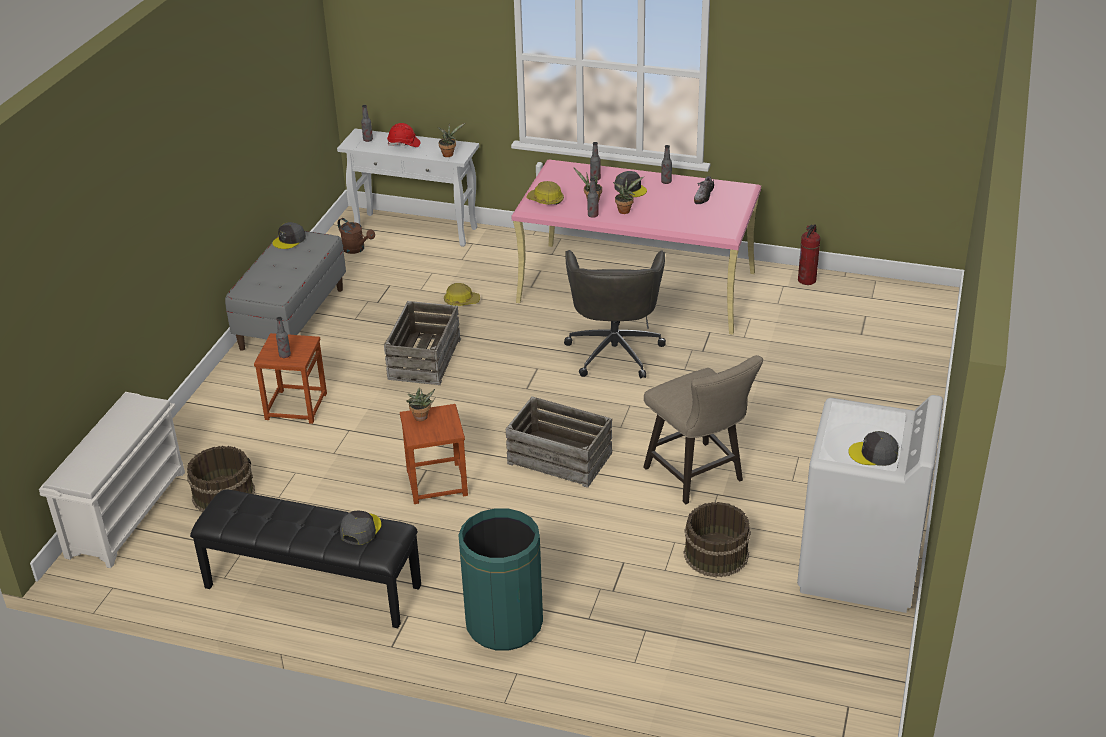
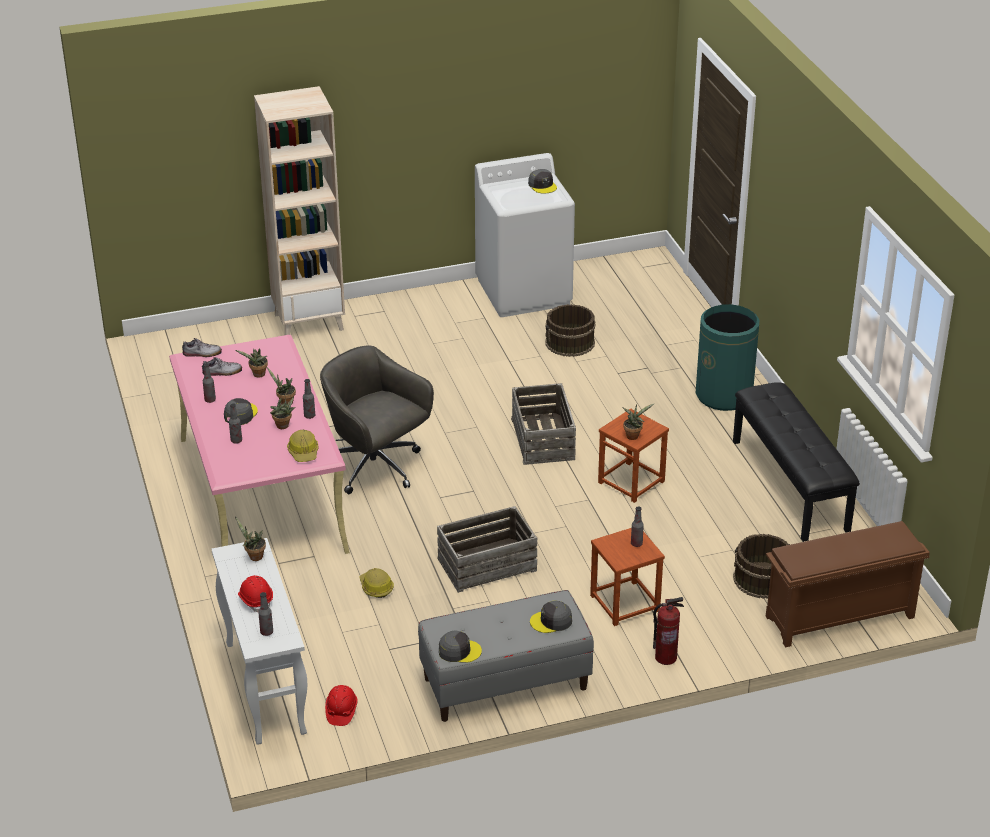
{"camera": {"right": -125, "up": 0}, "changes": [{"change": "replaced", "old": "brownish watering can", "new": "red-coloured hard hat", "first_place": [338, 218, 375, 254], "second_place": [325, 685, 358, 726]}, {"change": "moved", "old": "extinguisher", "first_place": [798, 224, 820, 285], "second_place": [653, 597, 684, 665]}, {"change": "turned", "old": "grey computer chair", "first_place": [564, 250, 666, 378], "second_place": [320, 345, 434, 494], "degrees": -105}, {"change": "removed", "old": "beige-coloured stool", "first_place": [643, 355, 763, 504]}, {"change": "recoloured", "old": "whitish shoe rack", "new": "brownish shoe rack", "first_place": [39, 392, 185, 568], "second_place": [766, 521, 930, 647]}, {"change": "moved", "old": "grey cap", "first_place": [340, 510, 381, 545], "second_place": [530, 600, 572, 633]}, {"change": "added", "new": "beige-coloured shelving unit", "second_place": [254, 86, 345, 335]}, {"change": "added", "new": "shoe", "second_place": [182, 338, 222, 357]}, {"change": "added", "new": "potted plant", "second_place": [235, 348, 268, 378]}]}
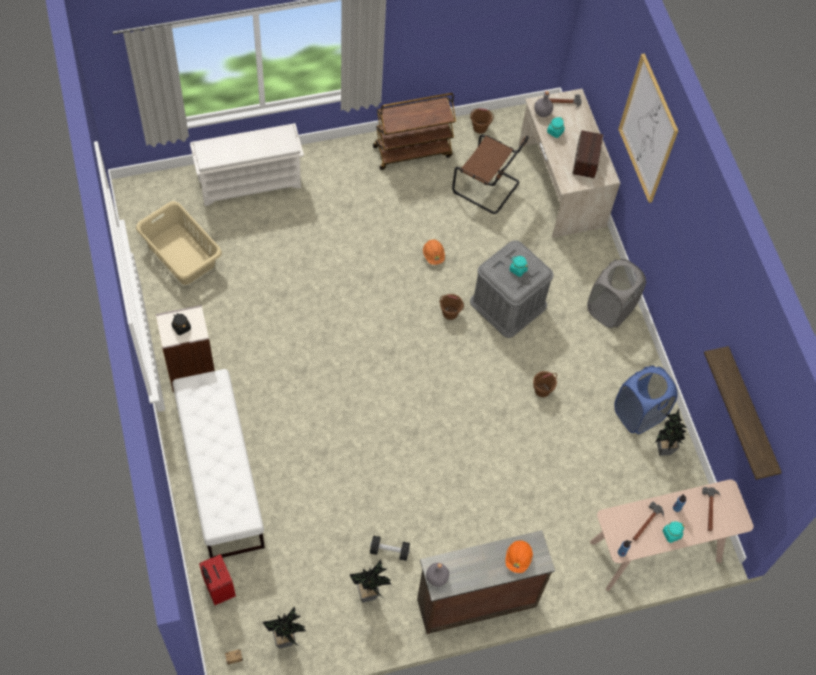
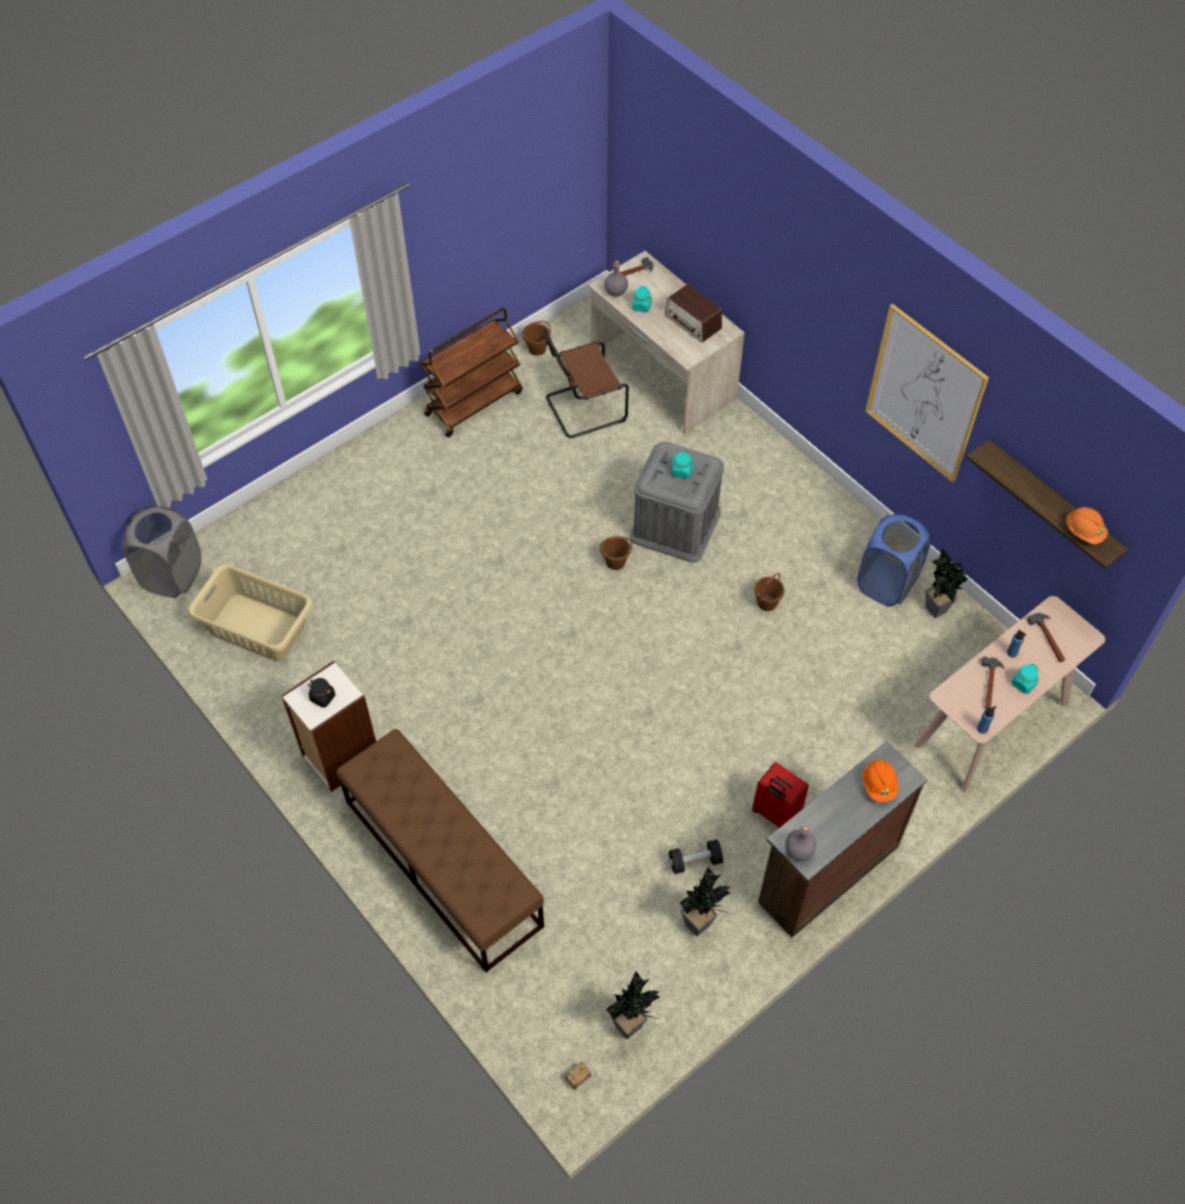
{"camera": {"right": -20, "up": -5}, "changes": [{"change": "moved", "old": "wall picture", "first_place": [618, 53, 678, 203], "second_place": [865, 304, 989, 482]}, {"change": "removed", "old": "whitish shoe rack", "first_place": [190, 123, 304, 206]}, {"change": "turned", "old": "radio", "first_place": [573, 130, 603, 178], "second_place": [665, 284, 722, 343], "degrees": 150}, {"change": "turned", "old": "brownish chair", "first_place": [452, 135, 529, 214], "second_place": [543, 329, 629, 438], "degrees": 150}, {"change": "moved", "old": "orange-coloured hard hat", "first_place": [423, 240, 445, 265], "second_place": [1066, 507, 1108, 544]}, {"change": "moved", "old": "grey laundry basket", "first_place": [587, 259, 646, 328], "second_place": [123, 505, 201, 598]}, {"change": "recoloured", "old": "whitish bench", "new": "brownish bench", "first_place": [172, 369, 265, 558], "second_place": [336, 729, 544, 972]}, {"change": "moved", "old": "red-coloured suitcase", "first_place": [199, 554, 236, 605], "second_place": [752, 762, 809, 829]}]}
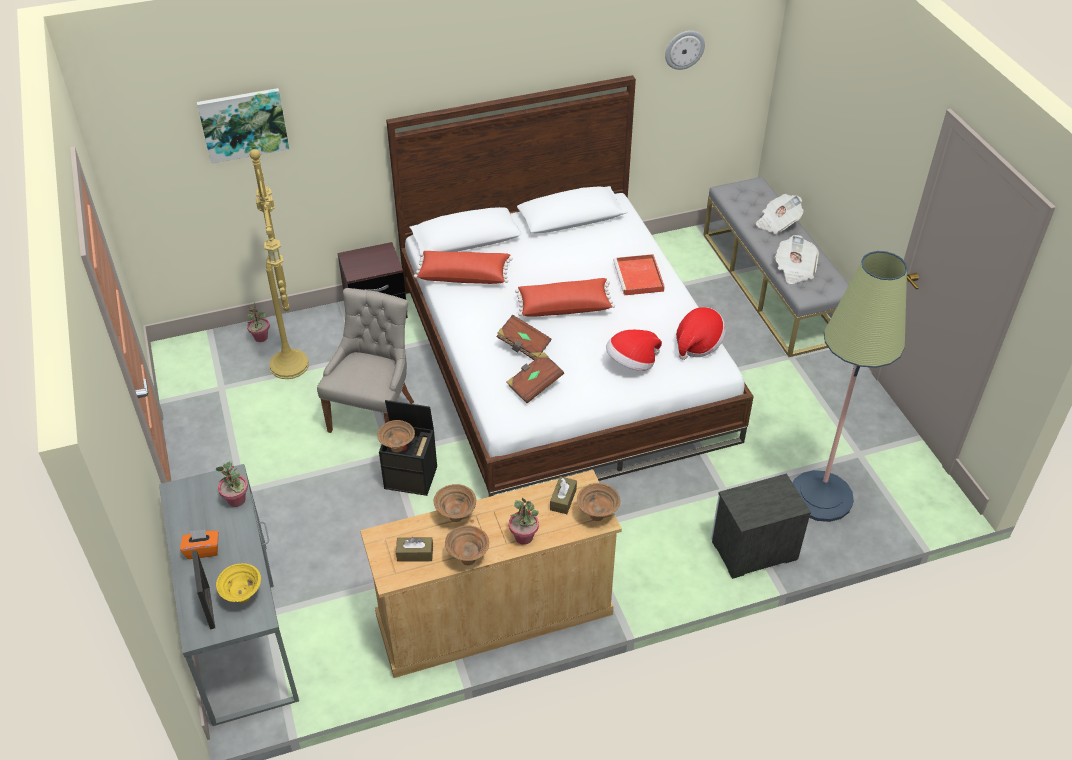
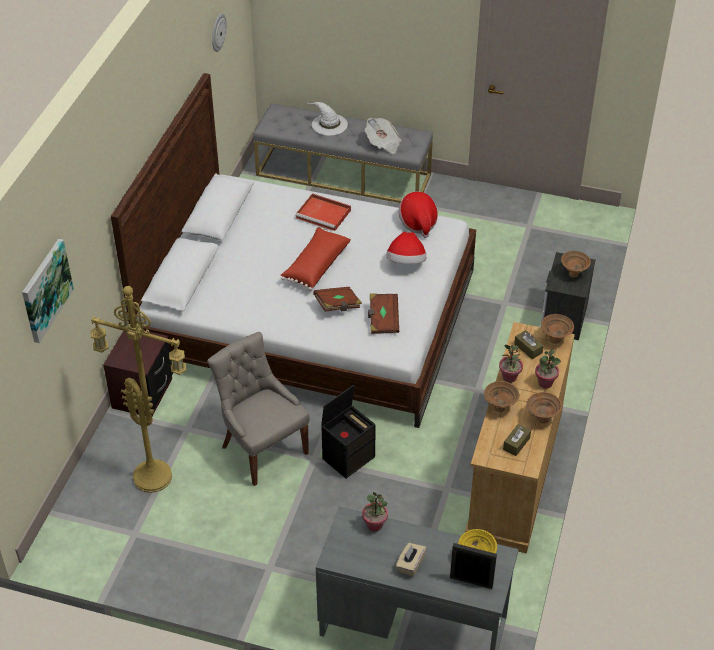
{"camera": {"right": -55, "up": 0}, "changes": [{"change": "replaced", "old": "printed paper", "new": "whitish hat", "first_place": [756, 194, 803, 234], "second_place": [308, 102, 348, 135]}, {"change": "removed", "old": "red-coloured throw pillow", "first_place": [414, 251, 513, 284]}, {"change": "removed", "old": "standard lamp", "first_place": [793, 251, 907, 522]}, {"change": "moved", "old": "potted plant", "first_place": [247, 302, 270, 342], "second_place": [499, 345, 523, 383]}, {"change": "moved", "old": "brownish bowl", "first_place": [377, 420, 415, 453], "second_place": [561, 251, 591, 278]}, {"change": "recoloured", "old": "orange-coloured tissue holder", "new": "beige-coloured tissue holder", "first_place": [180, 530, 219, 559], "second_place": [396, 543, 426, 577]}]}
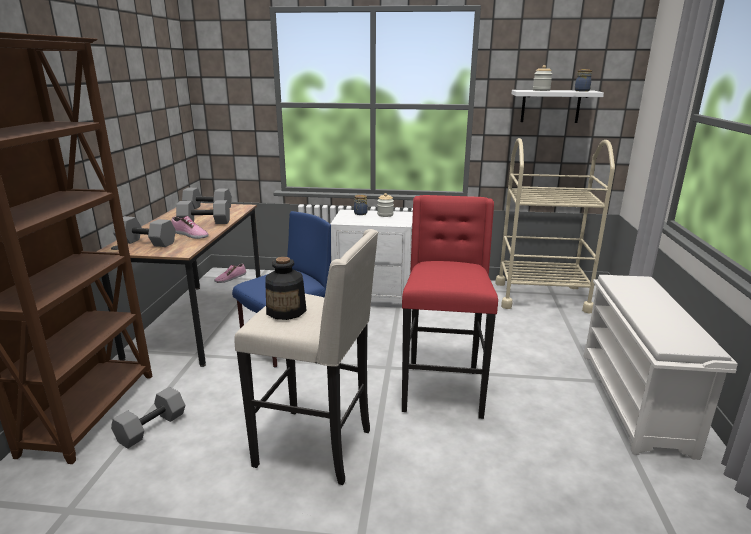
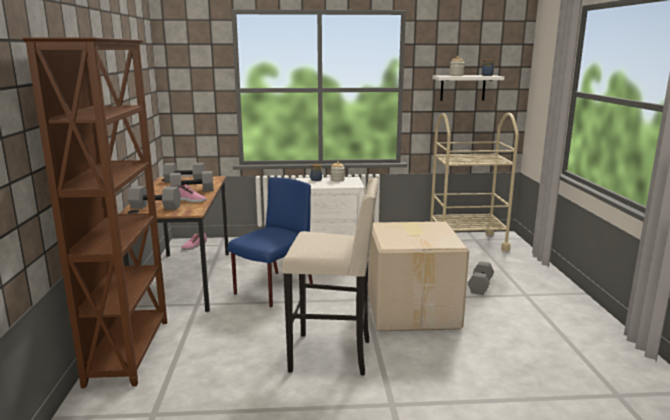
{"camera": {"right": -10, "up": -5}, "changes": [{"change": "replaced", "old": "red-coloured stool", "new": "cardboard box", "first_place": [402, 195, 498, 419], "second_place": [368, 222, 469, 331]}, {"change": "removed", "old": "beverage bottle", "first_place": [265, 257, 307, 320]}, {"change": "removed", "old": "whitish shoe rack", "first_place": [584, 275, 738, 460]}, {"change": "moved", "old": "grey free weight", "first_place": [111, 387, 185, 449], "second_place": [468, 261, 494, 295]}]}
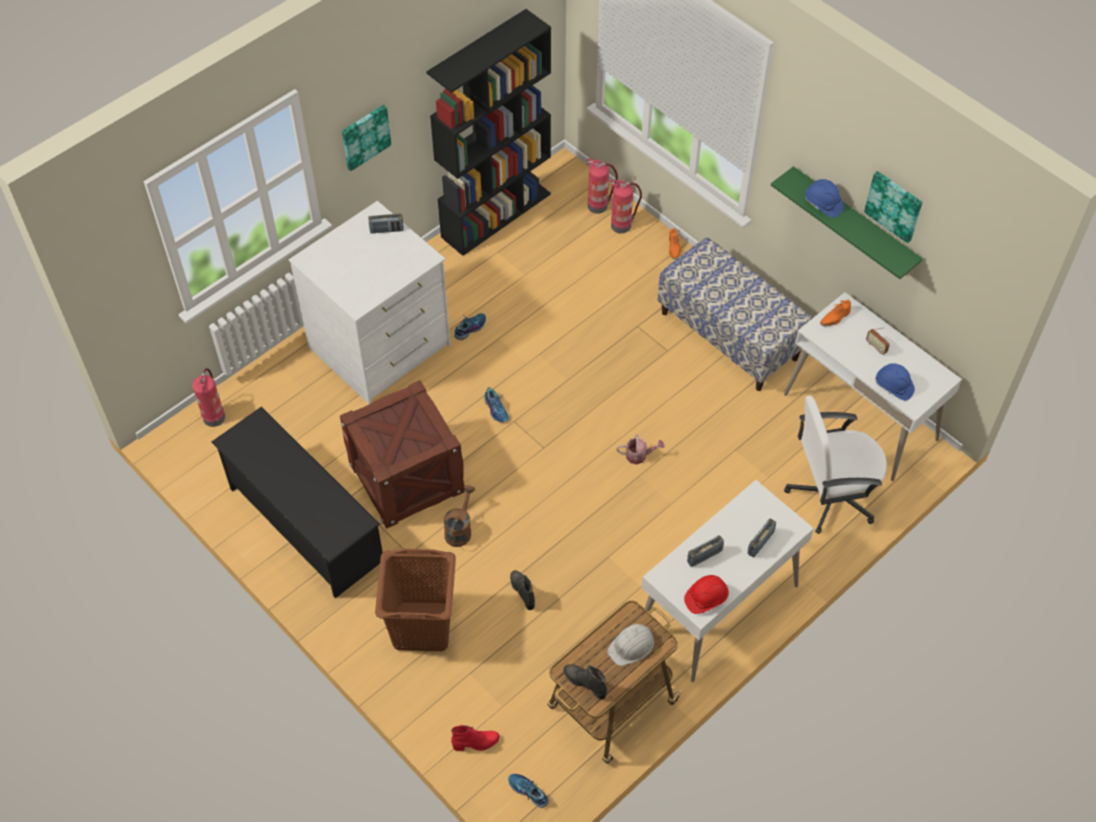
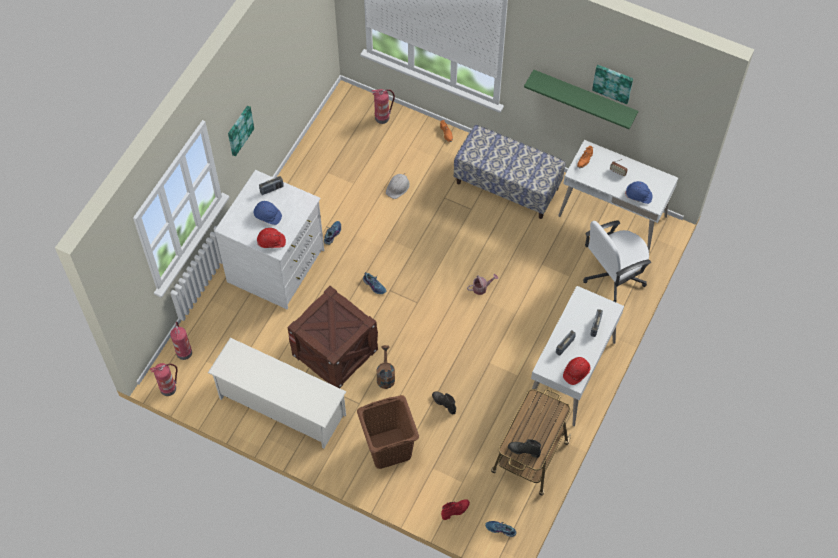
{"camera": {"right": -20, "up": 5}, "changes": [{"change": "removed", "old": "black-coloured shelving unit", "first_place": [426, 9, 551, 256]}, {"change": "moved", "old": "bluish hard hat", "first_place": [805, 179, 844, 218], "second_place": [254, 201, 282, 225]}, {"change": "moved", "old": "extinguisher", "first_place": [610, 180, 642, 234], "second_place": [149, 363, 178, 396]}, {"change": "recoloured", "old": "black-coloured shoe rack", "new": "whitish shoe rack", "first_place": [211, 407, 383, 598], "second_place": [208, 338, 346, 449]}, {"change": "moved", "old": "whitish hard hat", "first_place": [607, 624, 654, 666], "second_place": [386, 174, 410, 199]}, {"change": "added", "new": "red-coloured hard hat", "second_place": [257, 228, 286, 248]}]}
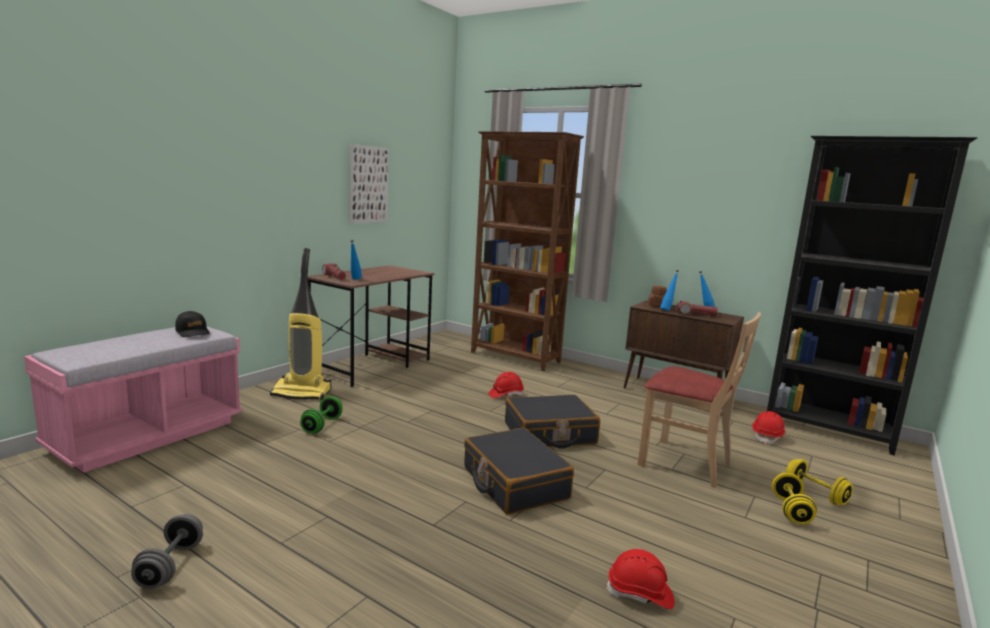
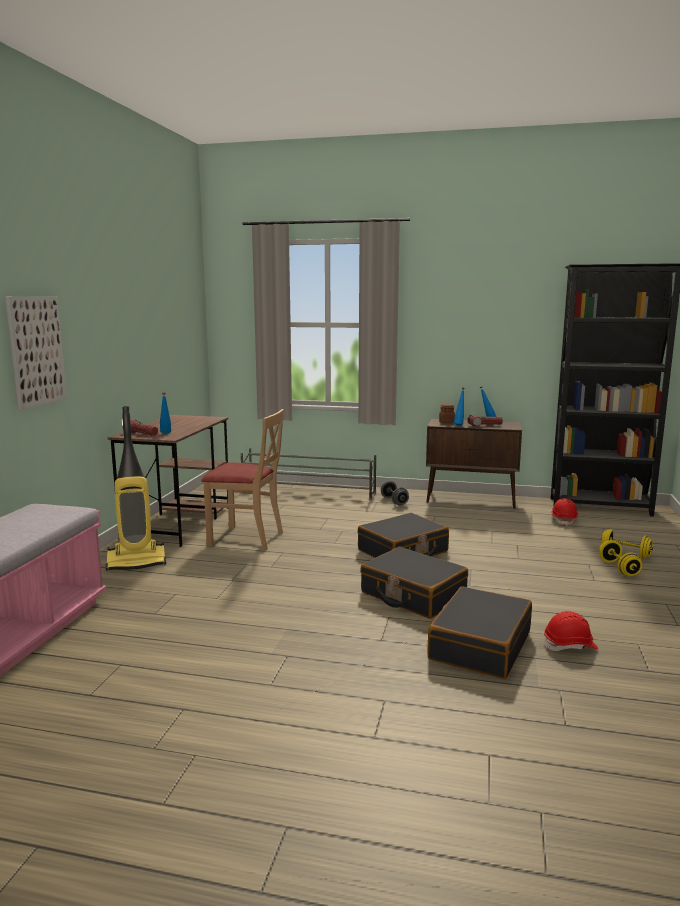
{"camera": {"right": -20, "up": 0}, "changes": [{"change": "replaced", "old": "brownish shelving unit", "new": "grey shoe rack", "first_place": [471, 131, 584, 371], "second_place": [241, 448, 376, 501]}, {"change": "moved", "old": "wall picture", "first_place": [350, 144, 389, 224], "second_place": [5, 296, 67, 410]}, {"change": "removed", "old": "black-coloured cap", "first_place": [175, 311, 210, 337]}, {"change": "moved", "old": "beige-coloured chair", "first_place": [638, 312, 761, 488], "second_place": [201, 409, 284, 550]}, {"change": "removed", "old": "red-coloured hard hat", "first_place": [488, 372, 524, 398]}, {"change": "removed", "old": "green free weight", "first_place": [300, 396, 343, 433]}, {"change": "moved", "old": "grey free weight", "first_place": [131, 514, 203, 589], "second_place": [381, 481, 409, 505]}, {"change": "added", "new": "black-coloured suitcase", "second_place": [428, 586, 532, 679]}]}
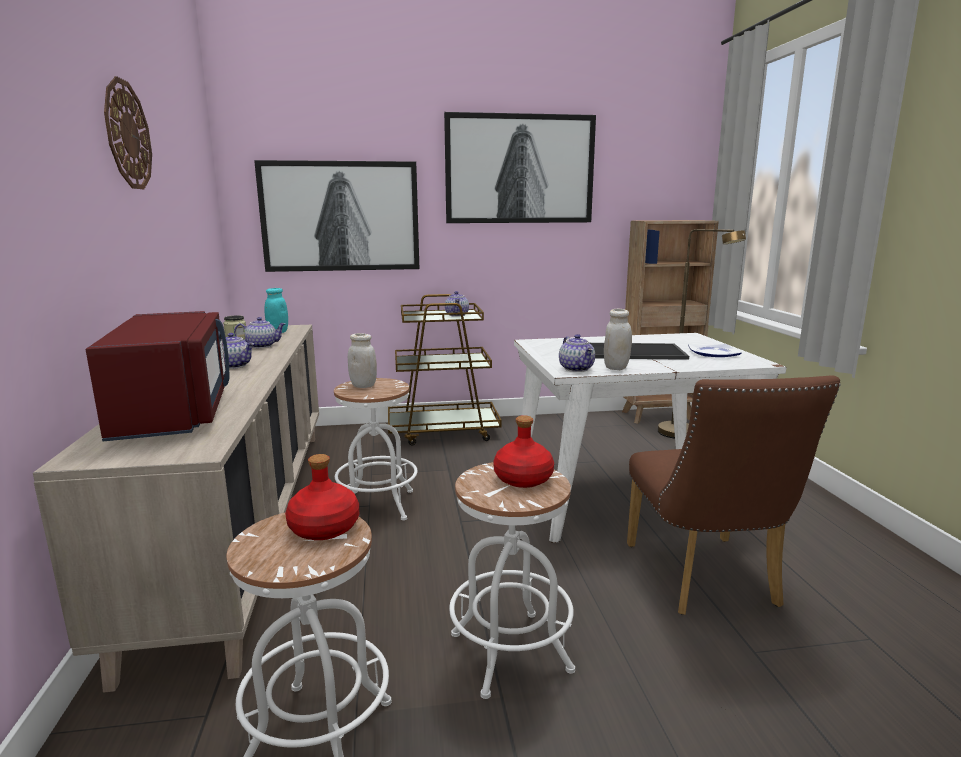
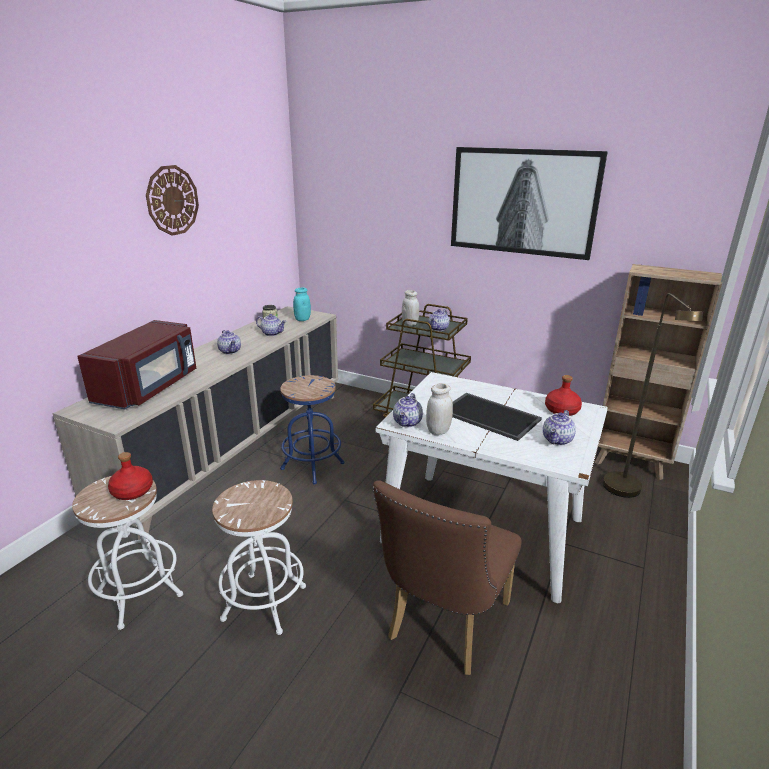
{"camera": {"right": 35, "up": 10}, "changes": [{"change": "removed", "old": "wall picture", "first_place": [254, 160, 419, 272]}, {"change": "moved", "old": "whitish preserve jar", "first_place": [348, 333, 377, 388], "second_place": [402, 290, 419, 326]}, {"change": "replaced", "old": "flat dish", "new": "tea pot", "first_place": [688, 344, 742, 357], "second_place": [543, 410, 576, 446]}, {"change": "recoloured", "old": "whitish stool", "new": "bluish stool", "first_place": [334, 378, 417, 520], "second_place": [280, 375, 344, 484]}, {"change": "moved", "old": "red-coloured beverage bottle", "first_place": [493, 415, 554, 488], "second_place": [545, 375, 582, 416]}]}
